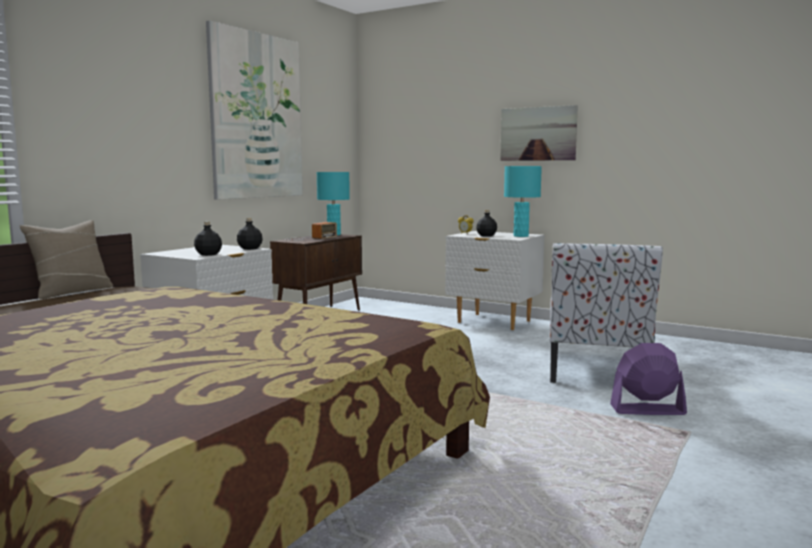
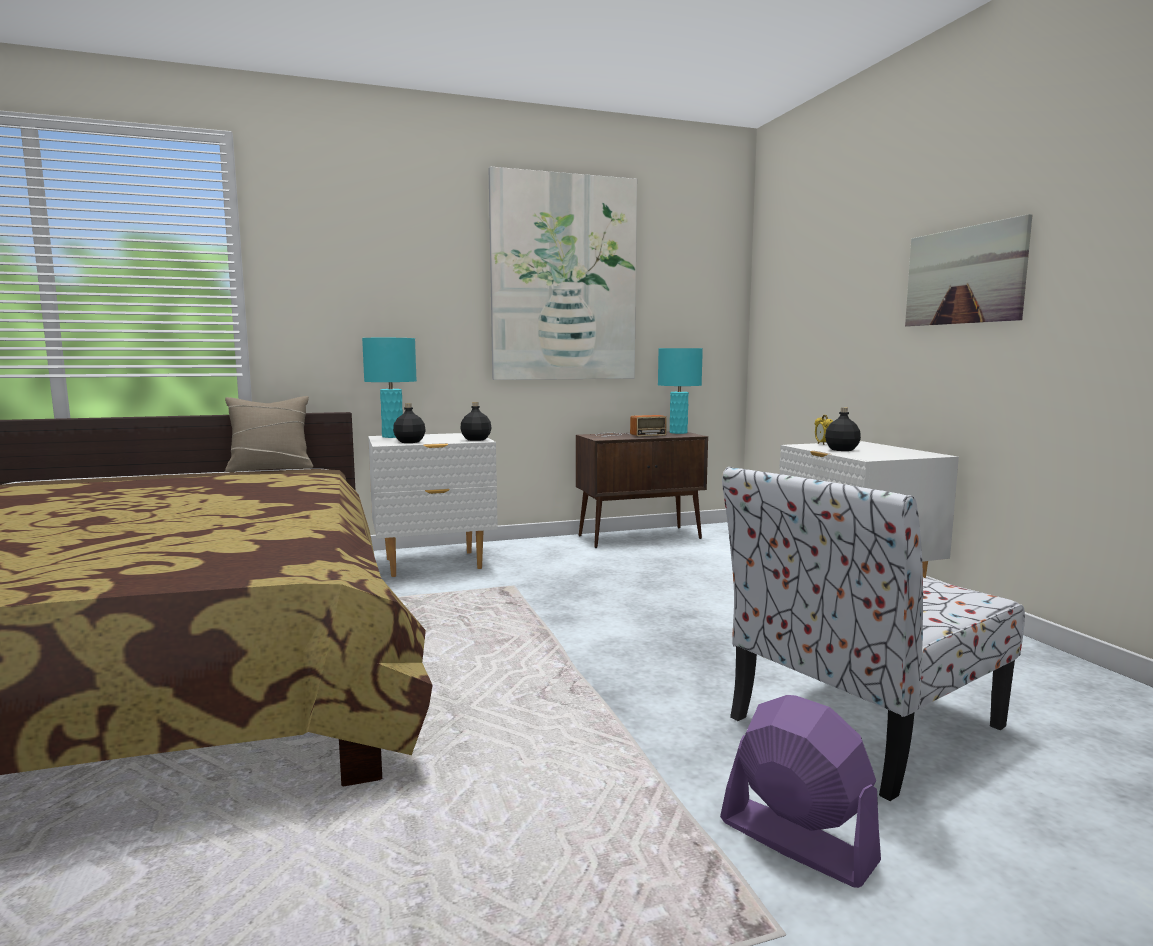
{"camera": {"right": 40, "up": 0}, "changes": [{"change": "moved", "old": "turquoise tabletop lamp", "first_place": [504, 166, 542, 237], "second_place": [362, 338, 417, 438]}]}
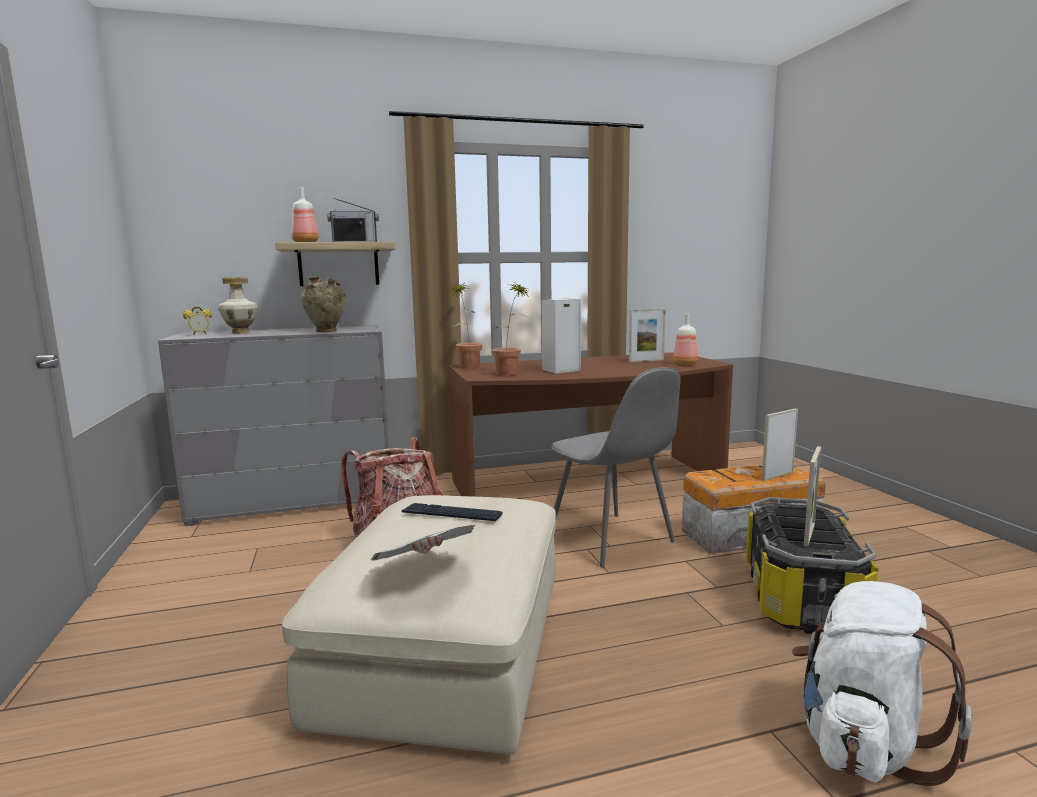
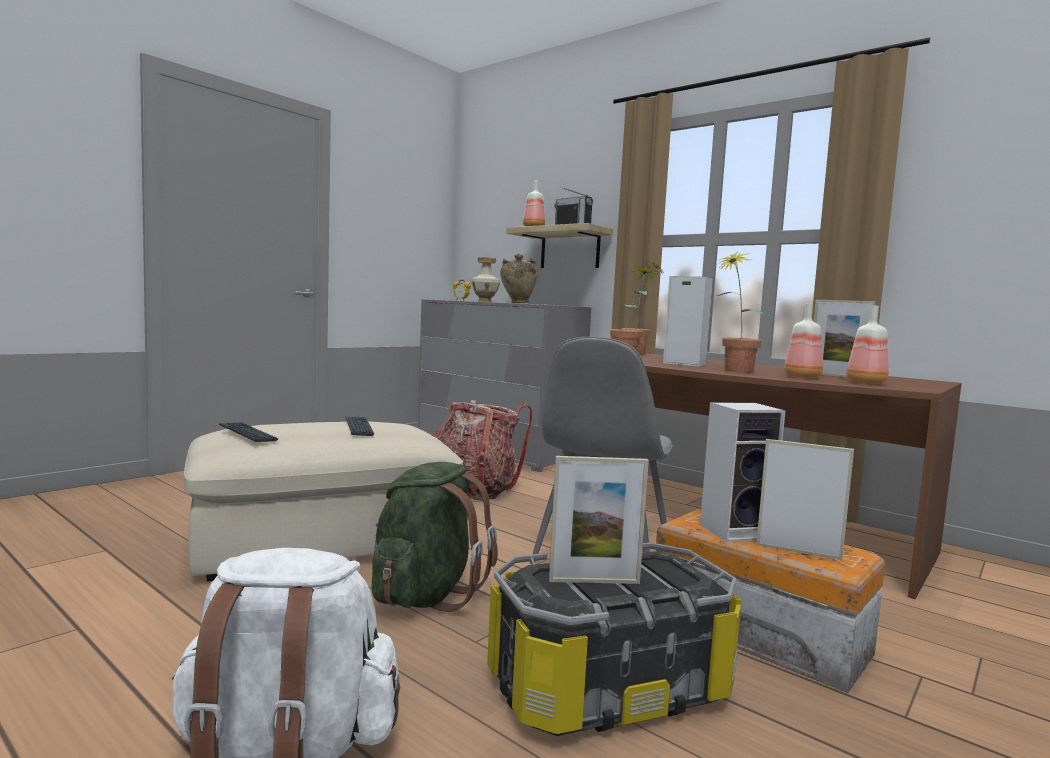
{"camera": {"right": 55, "up": -5}, "changes": [{"change": "replaced", "old": "printed paper", "new": "computer keyboard", "first_place": [371, 525, 476, 561], "second_place": [219, 422, 278, 442]}, {"change": "added", "new": "potted plant", "second_place": [717, 251, 764, 373]}, {"change": "added", "new": "beverage bottle", "second_place": [784, 303, 823, 378]}, {"change": "added", "new": "speaker", "second_place": [700, 402, 786, 542]}, {"change": "added", "new": "green knapsack", "second_place": [371, 462, 498, 612]}]}
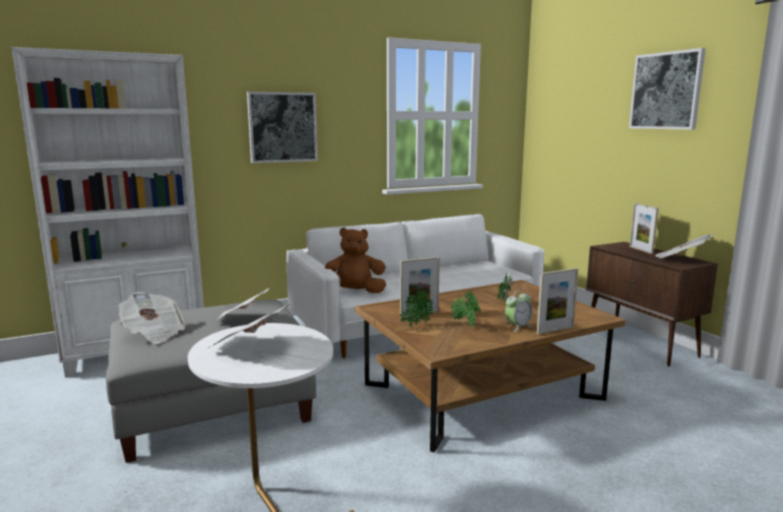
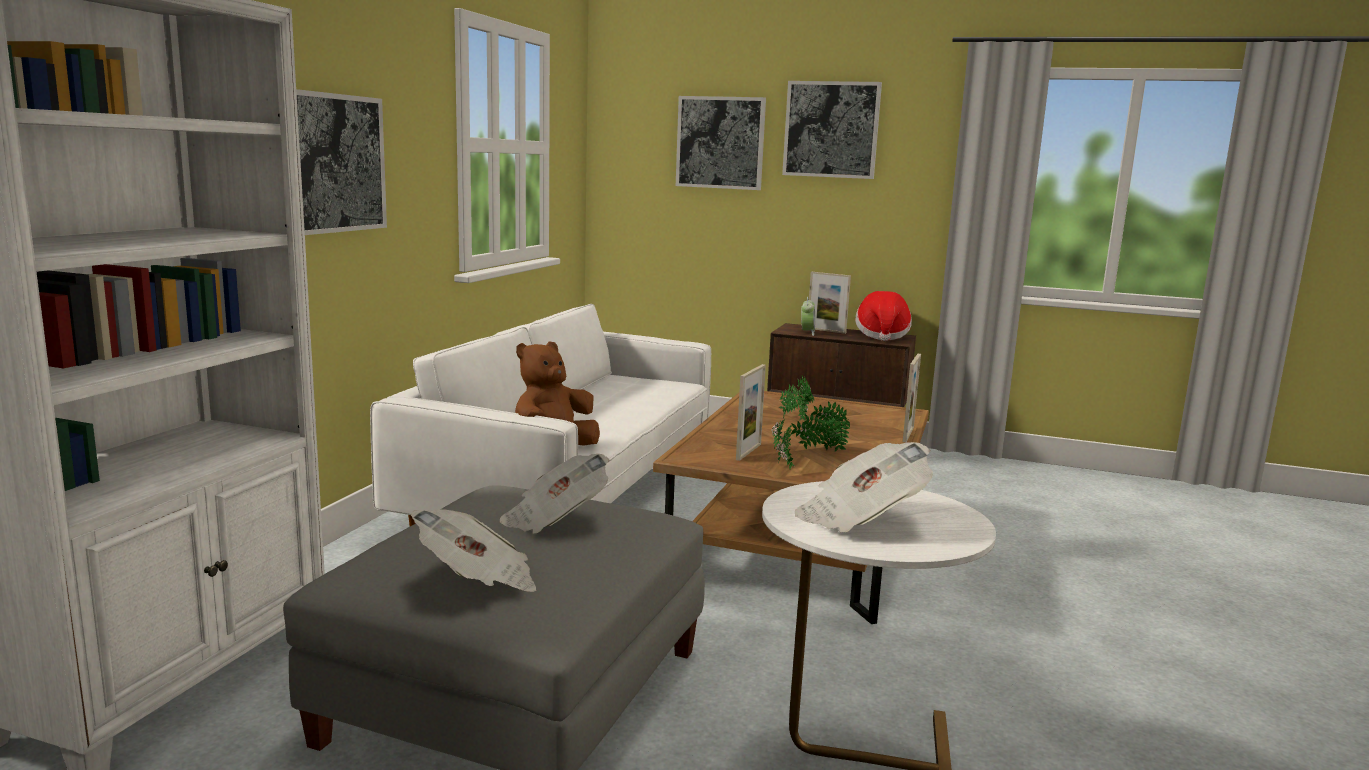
{"camera": {"right": -45, "up": 0}, "changes": [{"change": "replaced", "old": "printed paper", "new": "hat", "first_place": [655, 235, 713, 258], "second_place": [855, 291, 912, 341]}, {"change": "moved", "old": "bedside clock", "first_place": [505, 290, 532, 332], "second_place": [801, 297, 815, 336]}, {"change": "added", "new": "wall picture", "second_place": [676, 96, 766, 190]}]}
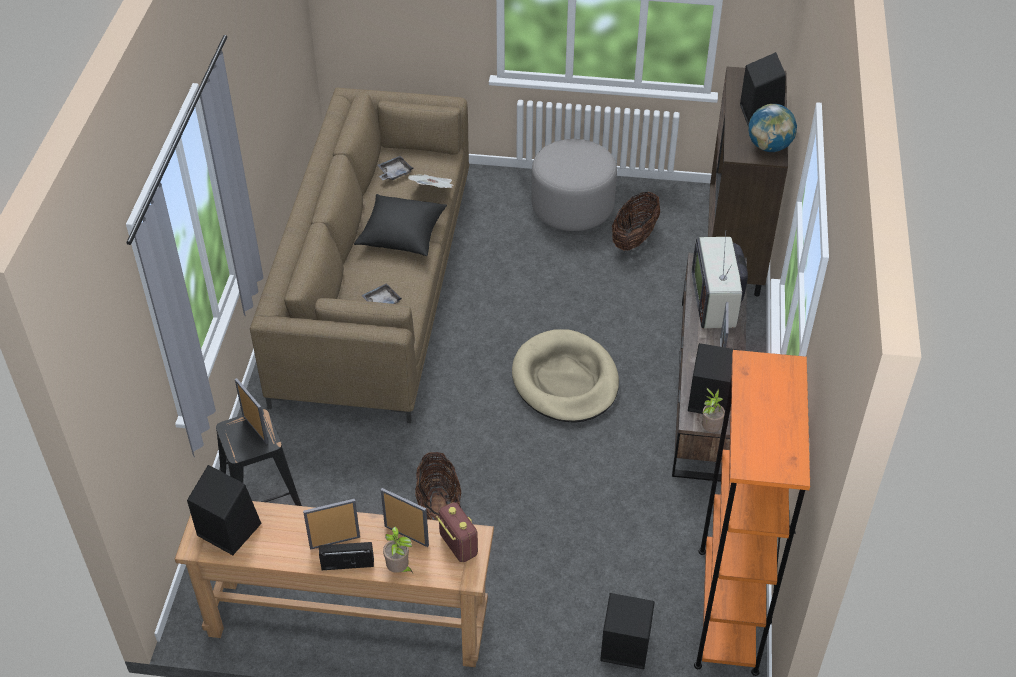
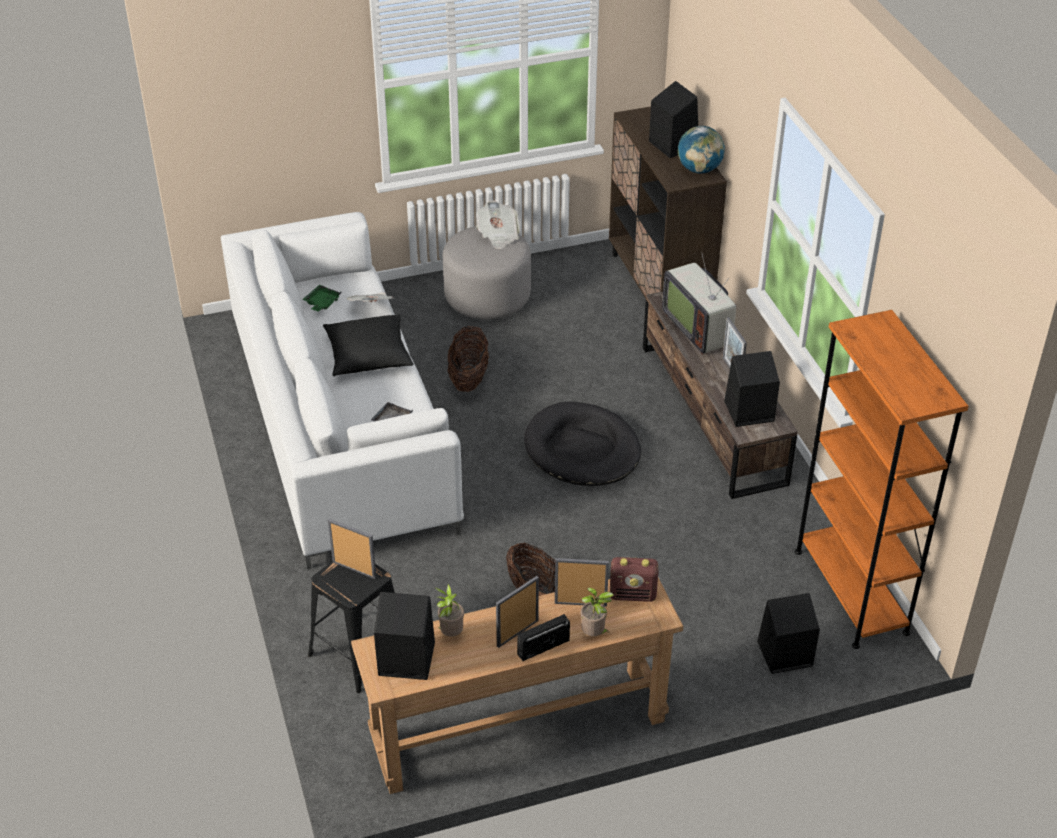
{"camera": {"right": -25, "up": -5}, "changes": [{"change": "recoloured", "old": "brownish settee", "new": "whitish settee", "first_place": [250, 88, 470, 423], "second_place": [221, 212, 464, 569]}, {"change": "recoloured", "old": "grey tray", "new": "green tray", "first_place": [377, 156, 414, 180], "second_place": [303, 285, 342, 311]}, {"change": "moved", "old": "household basket", "first_place": [612, 192, 661, 250], "second_place": [448, 326, 489, 392]}, {"change": "recoloured", "old": "beige-coloured dog bed", "new": "black-coloured dog bed", "first_place": [512, 329, 619, 423], "second_place": [524, 402, 641, 486]}, {"change": "moved", "old": "potted plant", "first_place": [702, 388, 725, 432], "second_place": [435, 584, 464, 637]}, {"change": "turned", "old": "radio", "first_place": [436, 502, 478, 562], "second_place": [610, 557, 658, 602], "degrees": 150}, {"change": "added", "new": "printed paper", "second_place": [476, 201, 520, 249]}]}
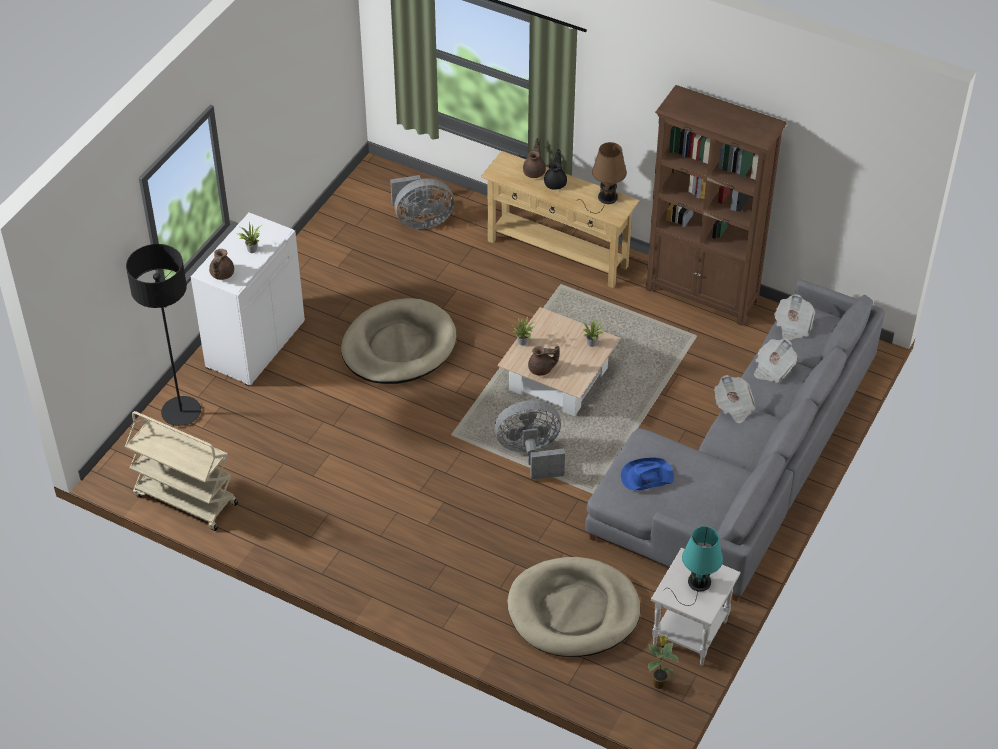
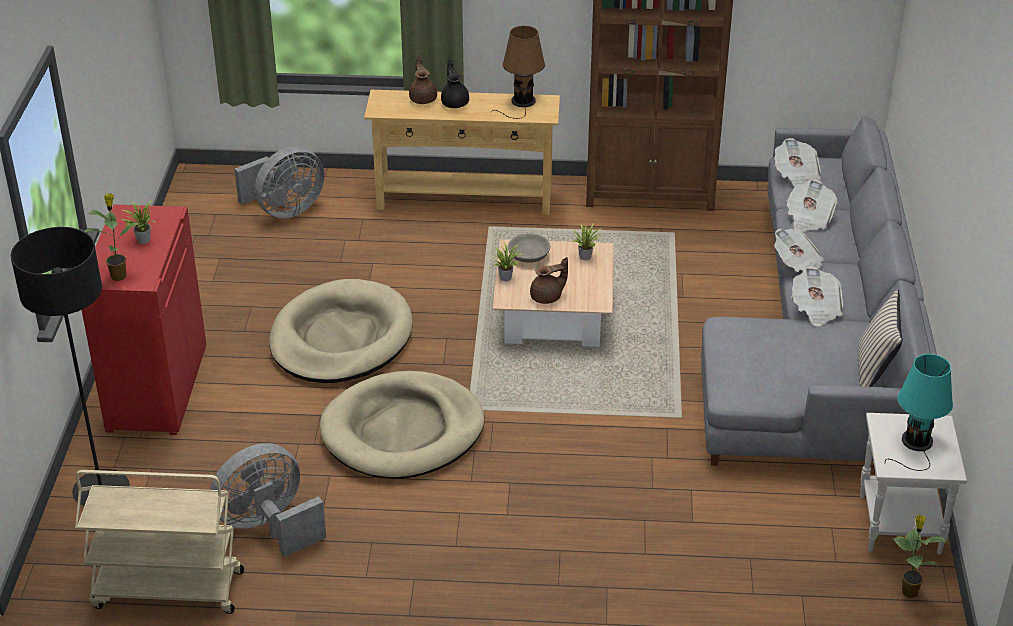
{"camera": {"right": -25, "up": -10}, "changes": [{"change": "recoloured", "old": "whitish cabinet", "new": "red-coloured cabinet", "first_place": [191, 212, 305, 386], "second_place": [82, 204, 206, 435]}, {"change": "replaced", "old": "brownish tea pot", "new": "potted plant", "first_place": [209, 249, 234, 280], "second_place": [85, 193, 142, 281]}, {"change": "moved", "old": "grey cooling fan", "first_place": [494, 400, 565, 480], "second_place": [210, 443, 326, 557]}, {"change": "removed", "old": "bluish hat", "first_place": [621, 458, 674, 490]}, {"change": "moved", "old": "beige-coloured dog bed", "first_place": [507, 557, 641, 657], "second_place": [320, 371, 484, 479]}, {"change": "added", "new": "grey bowl", "second_place": [508, 234, 550, 263]}, {"change": "added", "new": "printed paper", "second_place": [791, 267, 843, 327]}, {"change": "added", "new": "beige-coloured throw pillow", "second_place": [858, 289, 903, 387]}]}
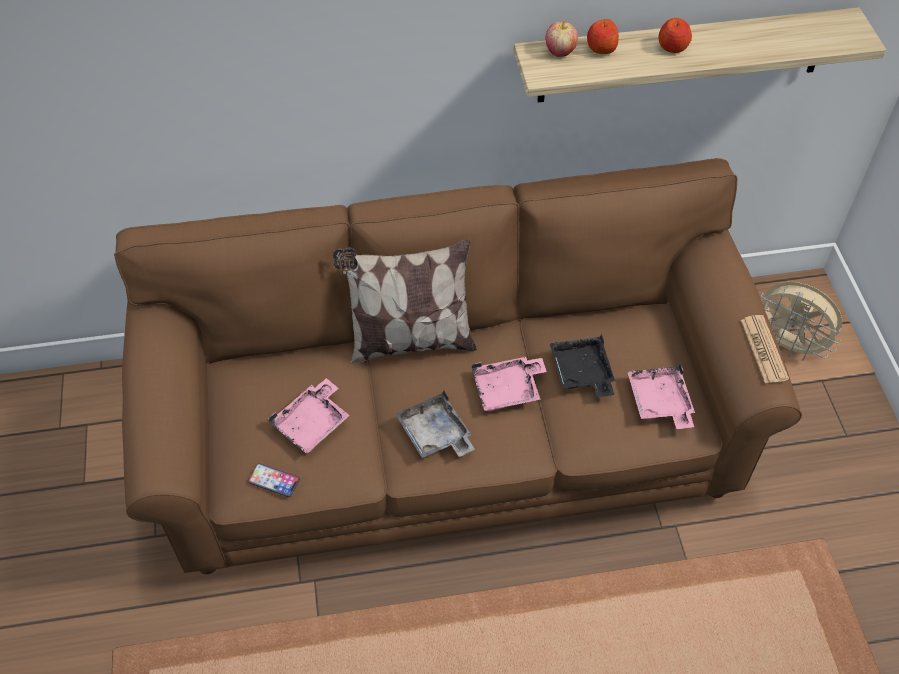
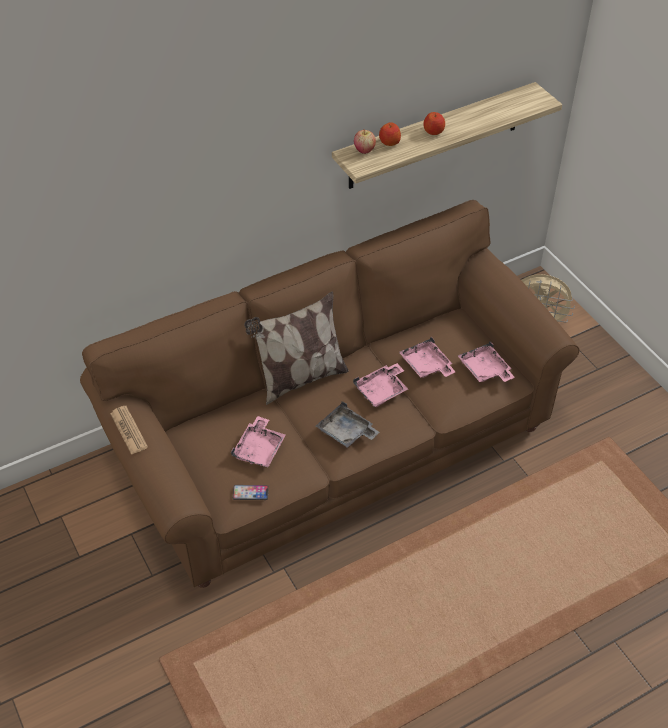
{"camera": {"right": -20, "up": -5}, "changes": [{"change": "moved", "old": "printed paper", "first_place": [741, 315, 789, 383], "second_place": [110, 406, 148, 455]}, {"change": "recoloured", "old": "black-coloured tray", "new": "pink tray", "first_place": [550, 334, 615, 397], "second_place": [399, 337, 455, 378]}]}
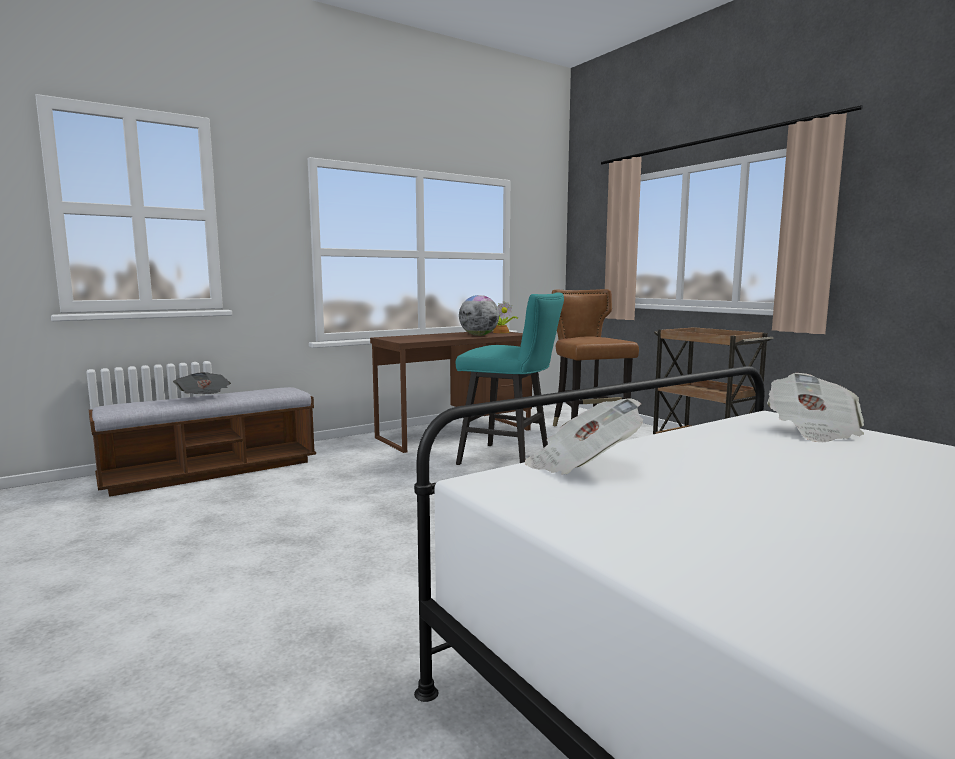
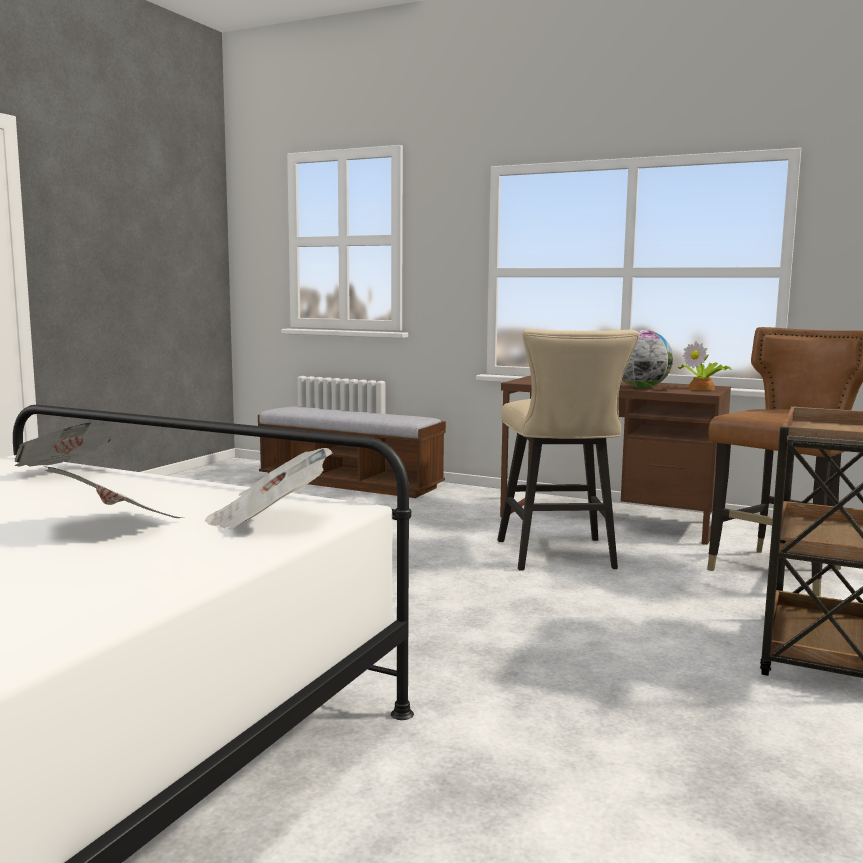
{"camera": {"right": 60, "up": 0}, "changes": [{"change": "recoloured", "old": "turquoise stool", "new": "beige-coloured stool", "first_place": [456, 292, 564, 465], "second_place": [497, 329, 639, 571]}, {"change": "moved", "old": "printed paper", "first_place": [173, 372, 231, 394], "second_place": [45, 467, 182, 518]}]}
